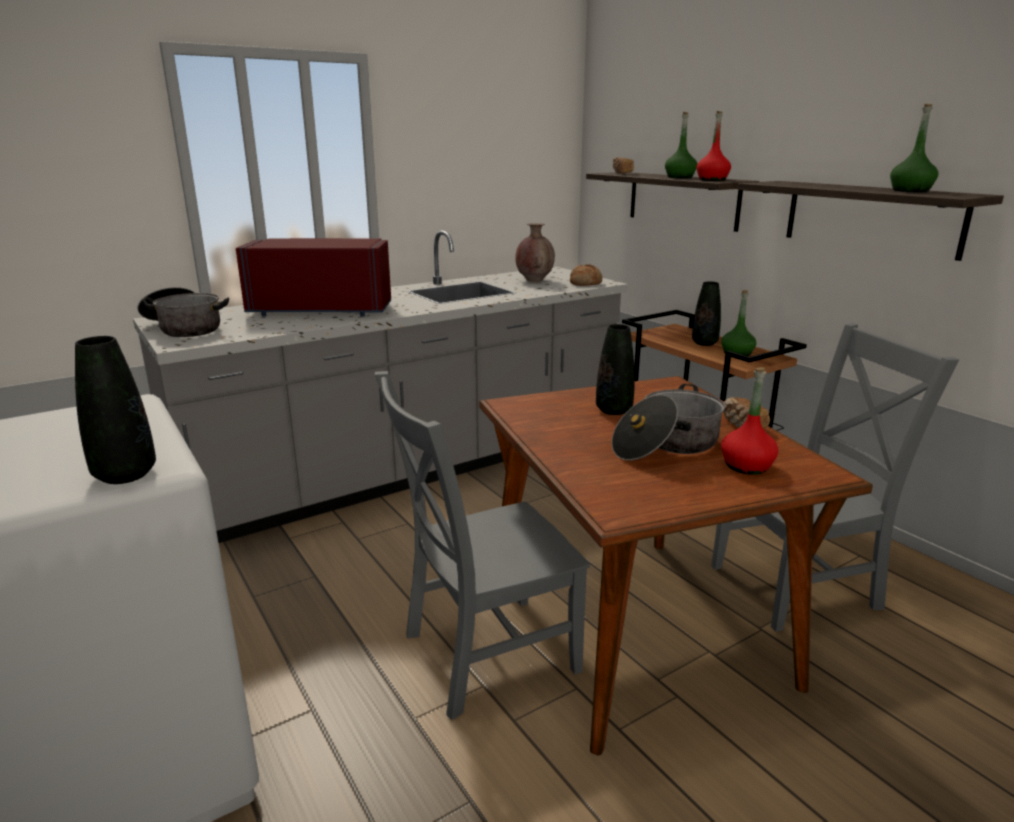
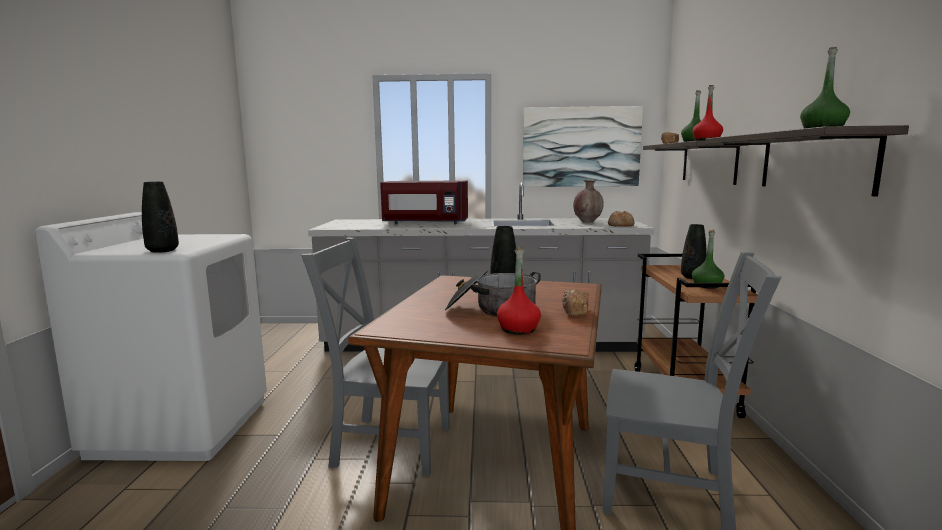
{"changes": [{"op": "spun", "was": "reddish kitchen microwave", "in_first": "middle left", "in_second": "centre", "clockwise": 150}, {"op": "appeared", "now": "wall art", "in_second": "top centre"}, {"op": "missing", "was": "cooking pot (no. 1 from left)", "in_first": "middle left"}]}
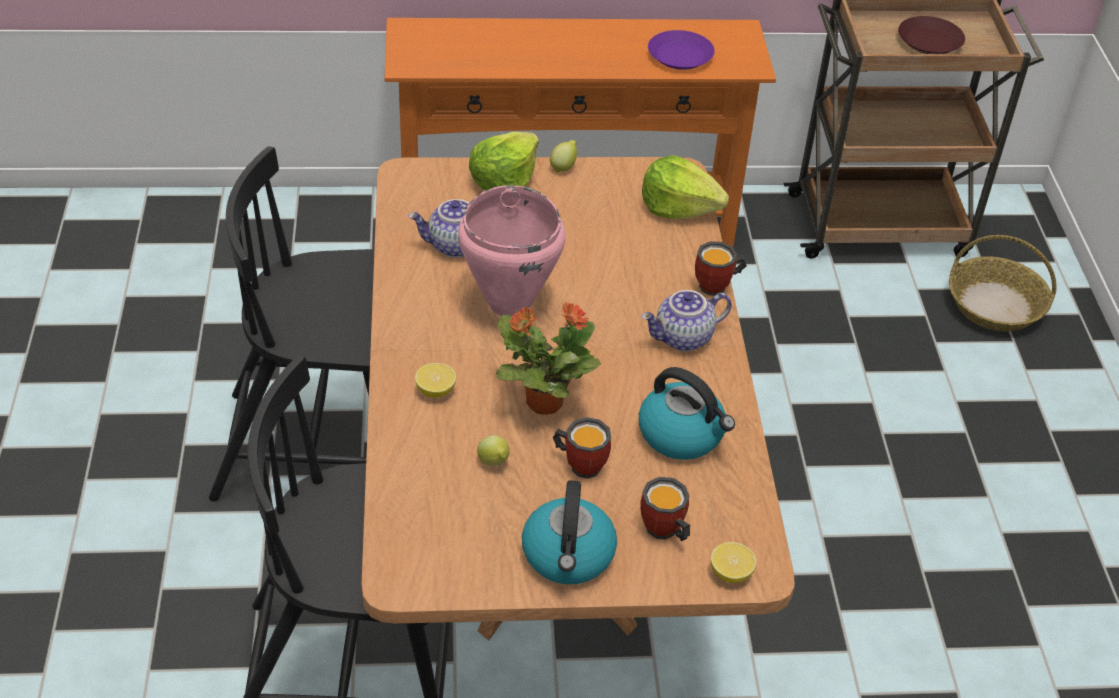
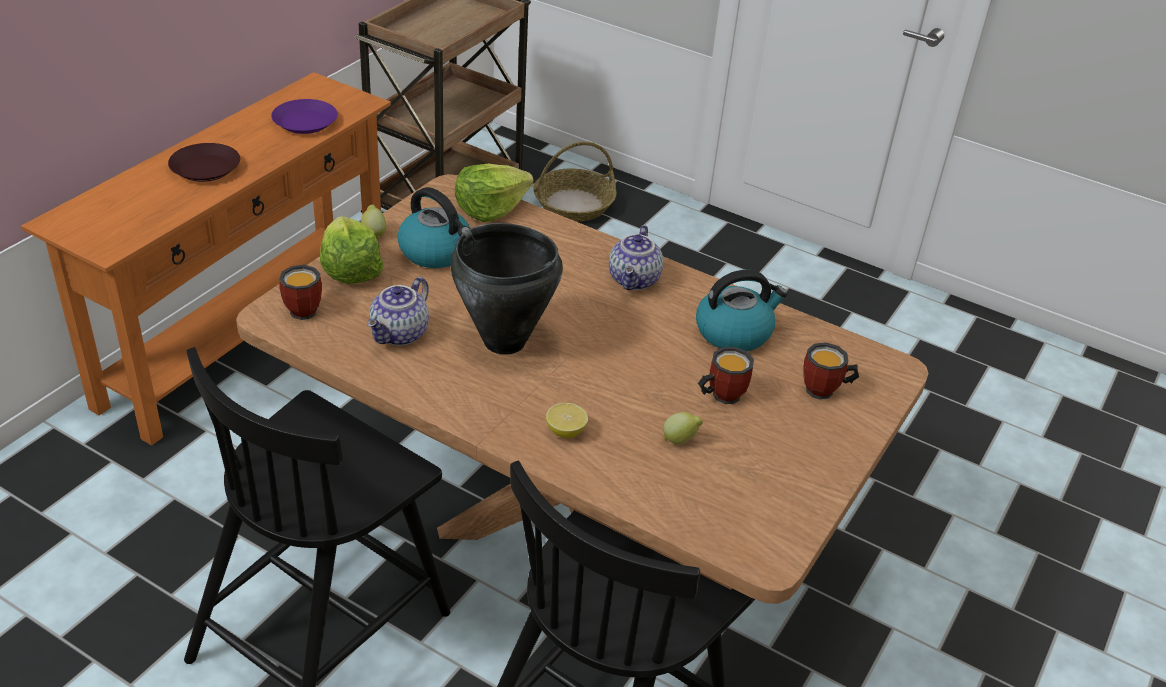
{"changes": [{"op": "relocated", "was": "brown-coloured flat dish", "in_first": "top right", "in_second": "top left"}, {"op": "relocated", "was": "tea mug (no. 3 from left in the first image)", "now": "tea mug (no. 1 from left)", "in_first": "centre", "in_second": "middle left"}, {"op": "relocated", "was": "kettle (no. 1 from left)", "in_first": "bottom centre", "in_second": "top centre"}, {"op": "colour", "was": "pinkish cooking pot", "now": "black cooking pot", "in_first": "centre", "in_second": "centre"}, {"op": "missing", "was": "houseplant", "in_first": "centre"}, {"op": "missing", "was": "citrus fruit (no. 4 from left)", "in_first": "bottom centre"}]}
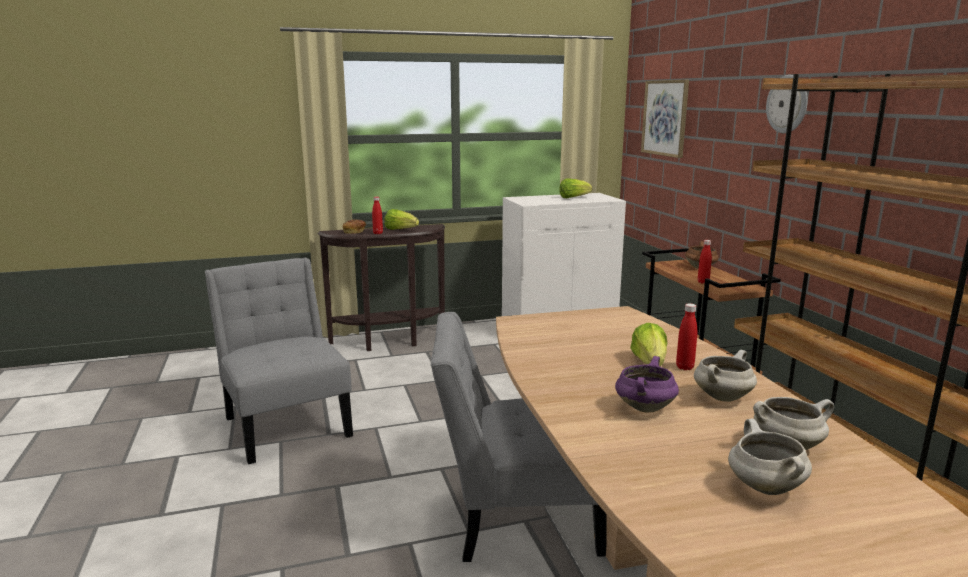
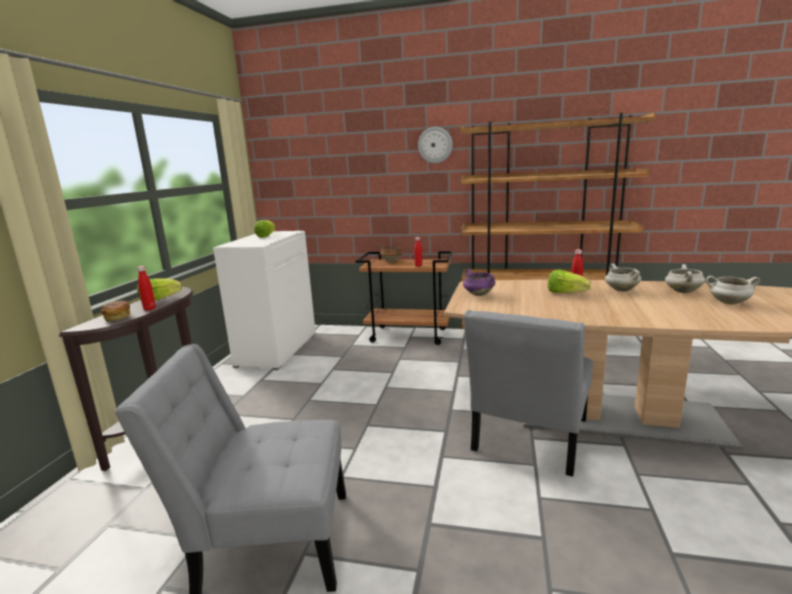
{"changes": [{"op": "relocated", "was": "purplish cooking pot", "in_first": "middle right", "in_second": "centre"}, {"op": "missing", "was": "wall art", "in_first": "top right"}]}
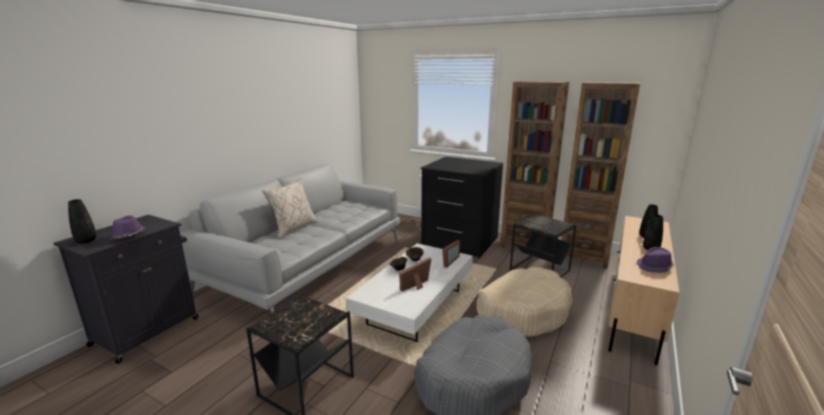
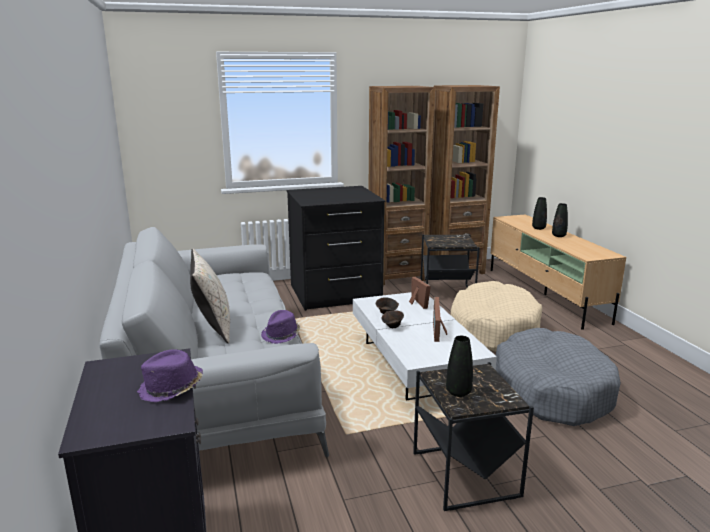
{"changes": [{"op": "relocated", "was": "purplish wearable hat (no. 2 from left)", "in_first": "middle right", "in_second": "centre"}, {"op": "relocated", "was": "black vase (no. 1 from left)", "in_first": "middle left", "in_second": "bottom centre"}]}
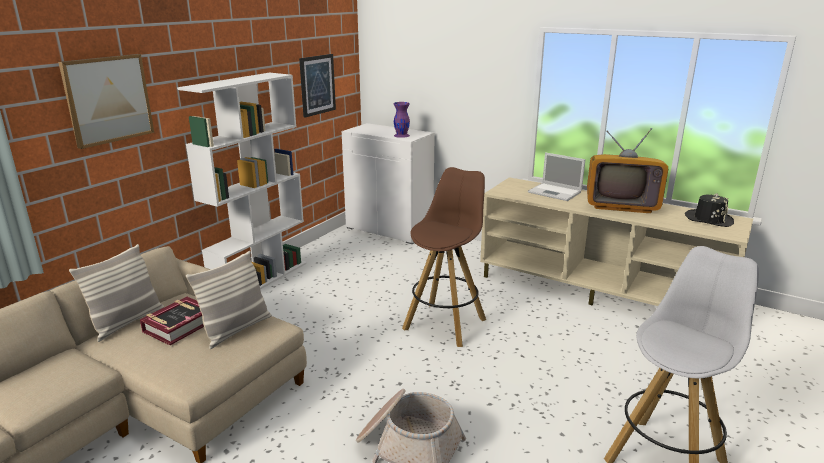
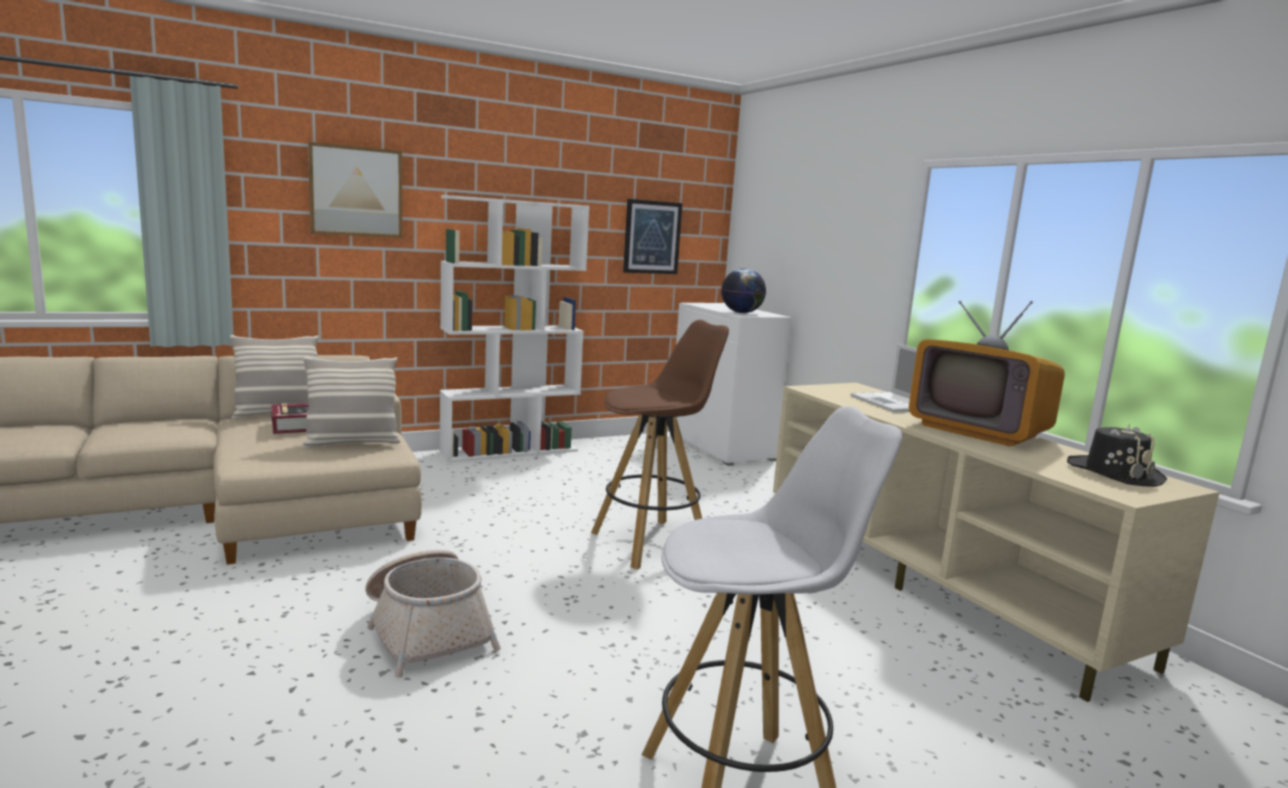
{"changes": [{"op": "exchanged", "was": "purplish vase", "now": "world globe", "in_first": "top centre", "in_second": "centre"}]}
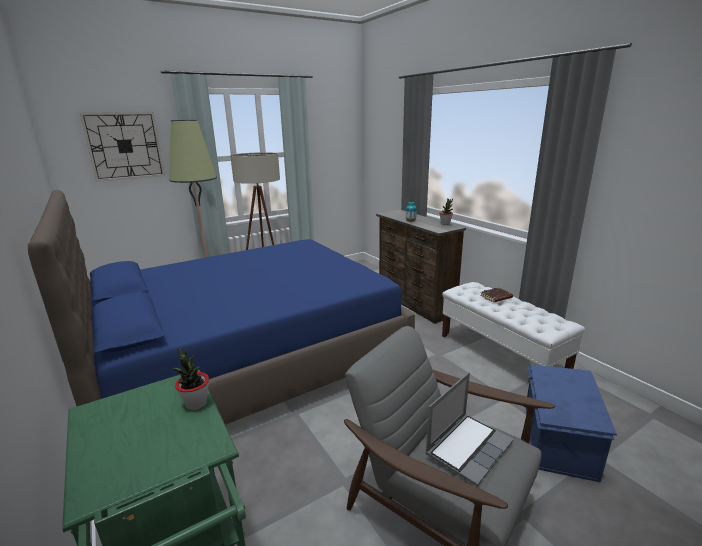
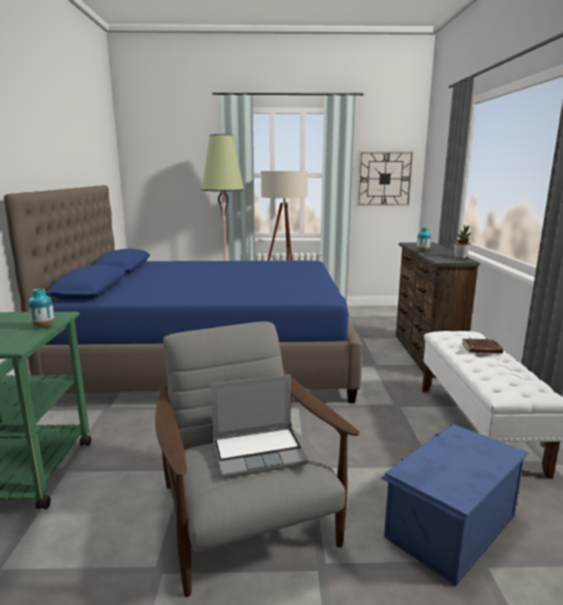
{"changes": [{"op": "exchanged", "was": "houseplant (no. 1 from left)", "now": "vase (no. 1 from left)", "in_first": "bottom left", "in_second": "middle left"}, {"op": "relocated", "was": "clock on the wall", "in_first": "top left", "in_second": "top right"}]}
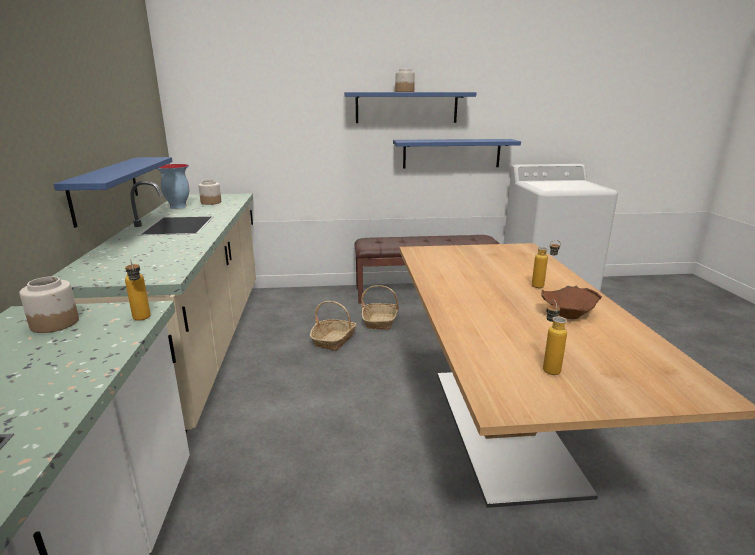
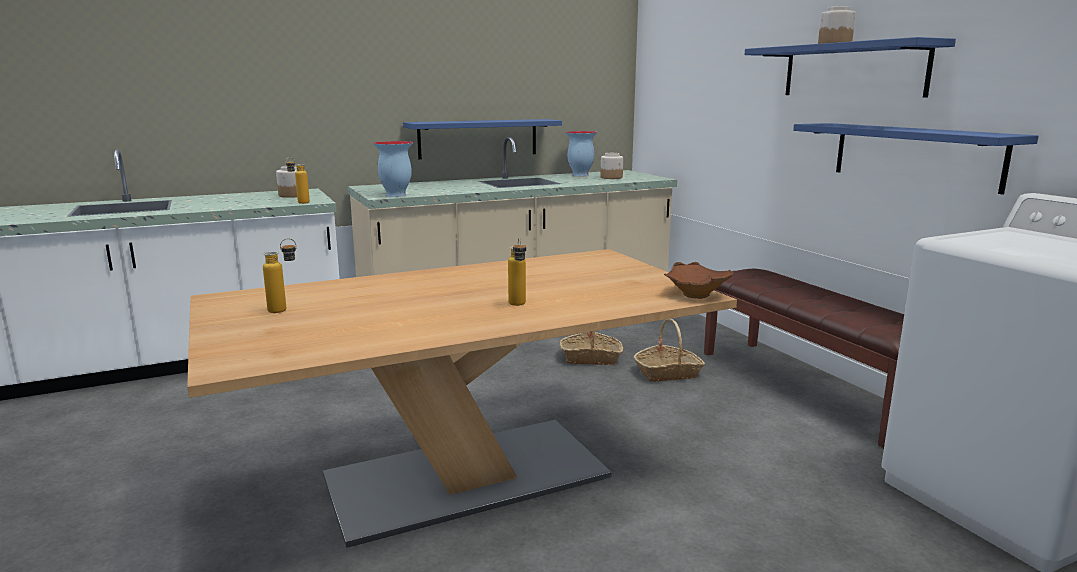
{"changes": [{"op": "appeared", "now": "vase (no. 1 from left)", "in_second": "top centre"}, {"op": "relocated", "was": "brown-coloured bowl", "in_first": "middle right", "in_second": "centre"}]}
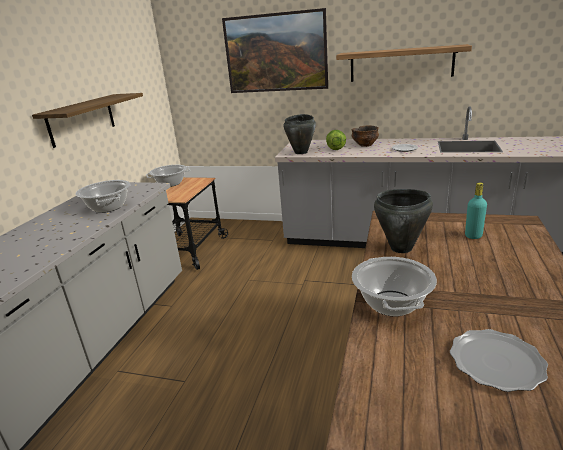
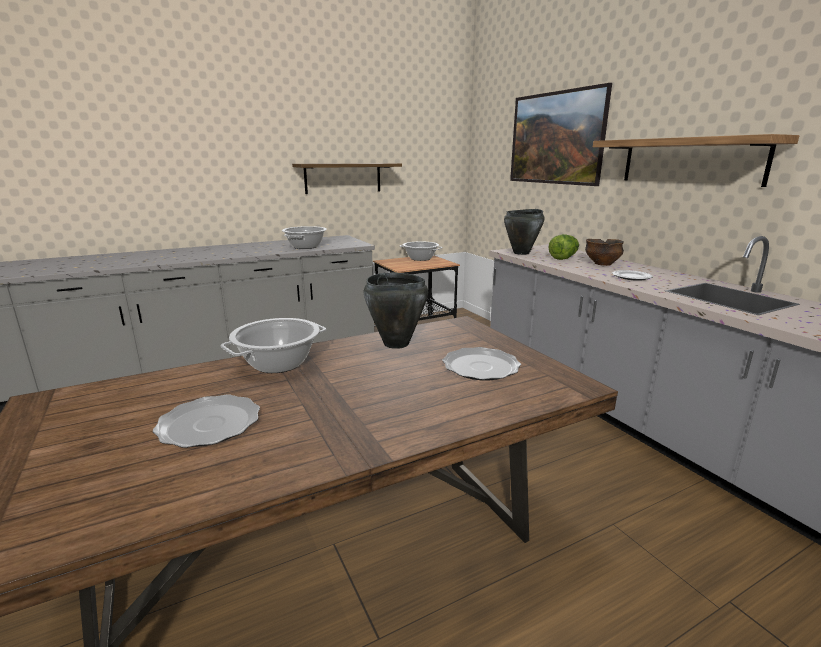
{"changes": [{"op": "exchanged", "was": "turquoise-coloured drink bottle", "now": "flat dish (no. 2 from left)", "in_first": "middle right", "in_second": "centre"}]}
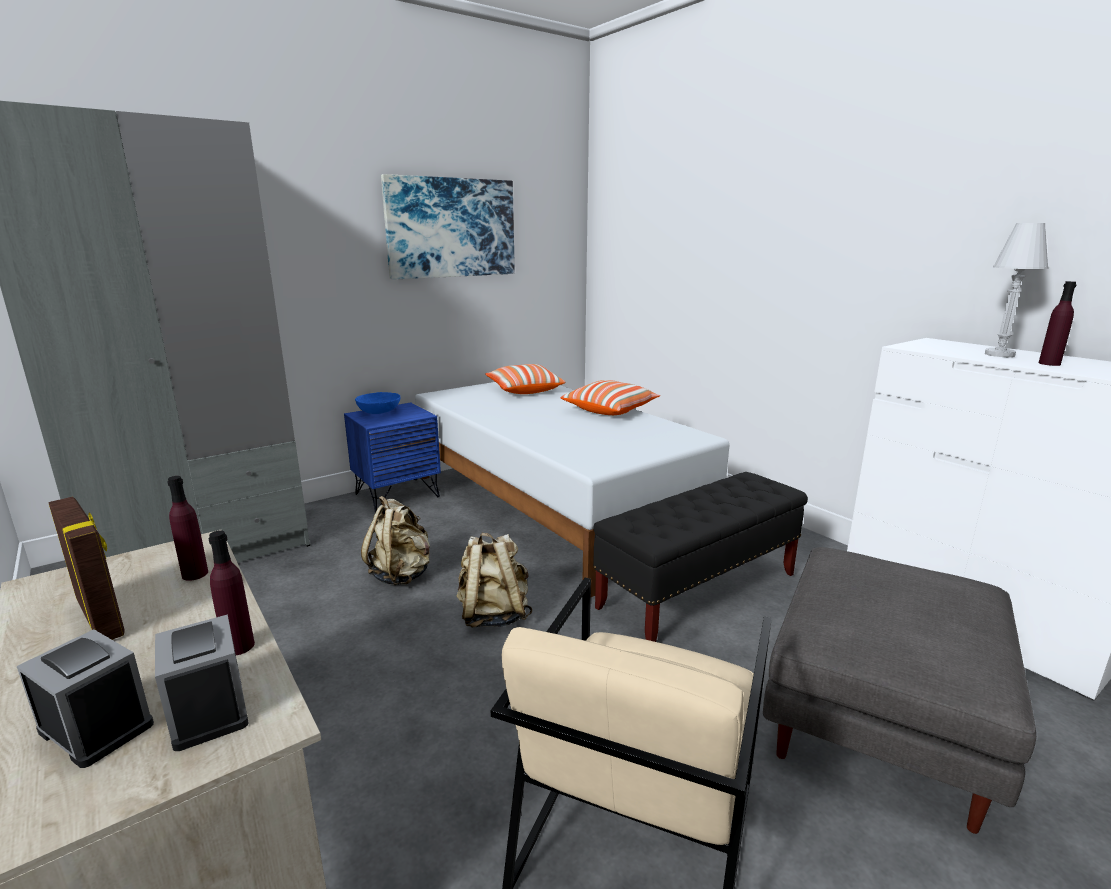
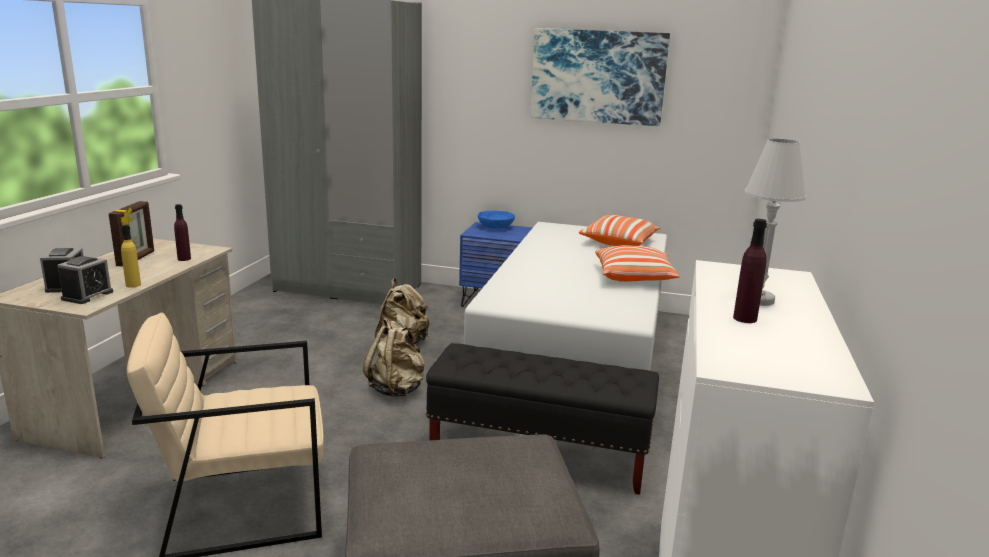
{"changes": [{"op": "colour", "was": "purplish drink bottle (no. 2 from left)", "now": "yellow drink bottle", "in_first": "middle left", "in_second": "middle left"}]}
